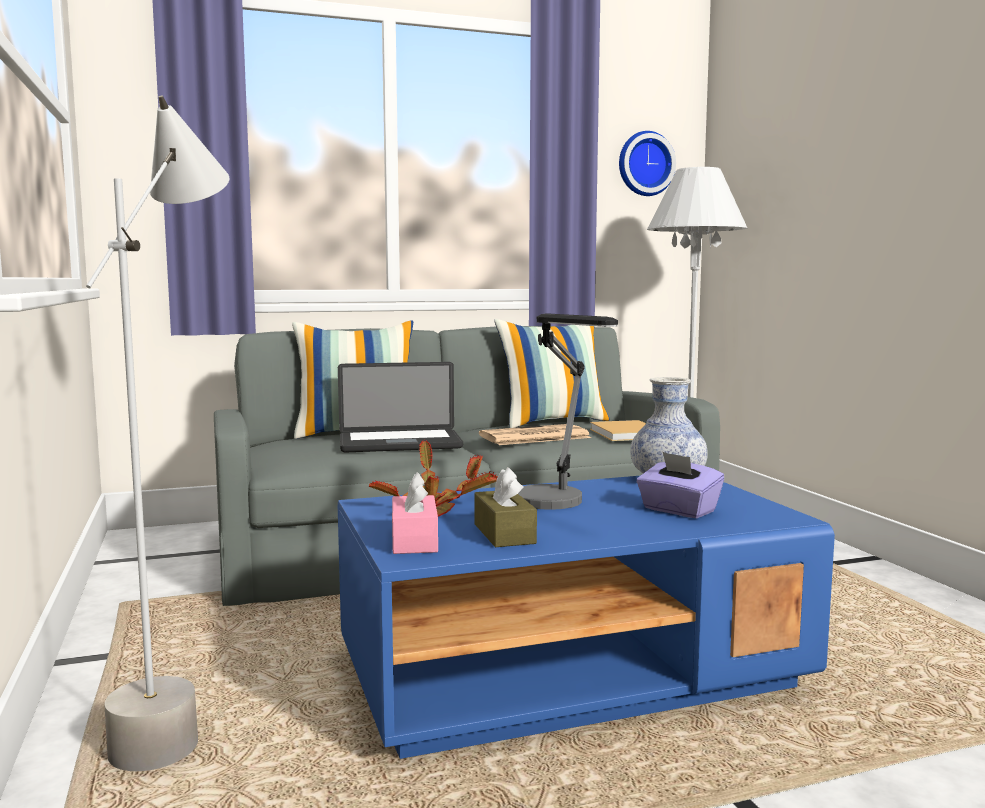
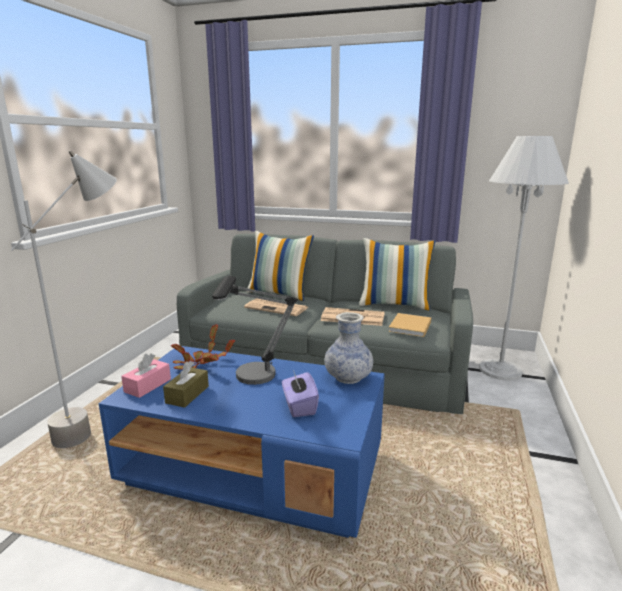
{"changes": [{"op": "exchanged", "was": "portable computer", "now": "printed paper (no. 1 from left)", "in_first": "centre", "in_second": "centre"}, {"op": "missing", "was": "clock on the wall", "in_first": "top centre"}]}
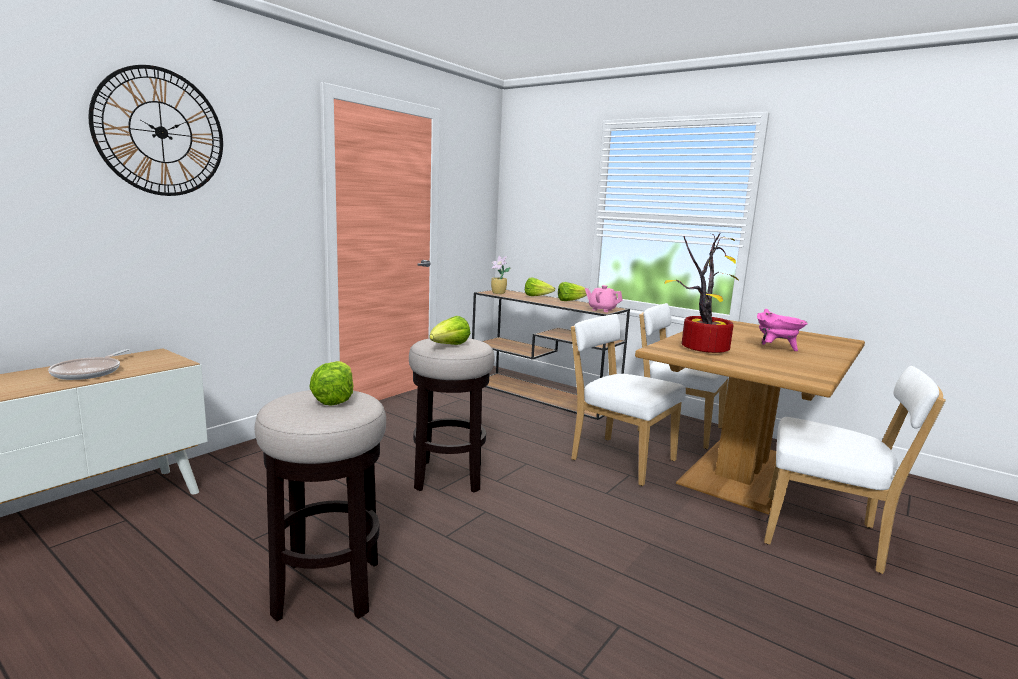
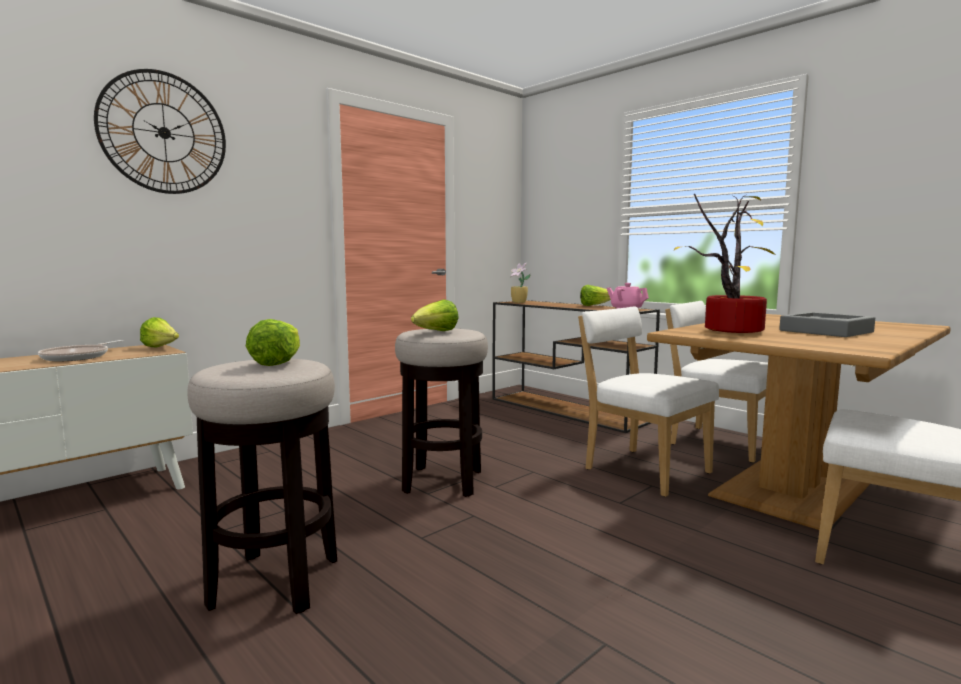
{"changes": [{"op": "relocated", "was": "lettuce head (no. 3 from left in the first image)", "now": "lettuce head (no. 1 from left)", "in_first": "centre", "in_second": "middle left"}, {"op": "exchanged", "was": "pinkish cooking pot", "now": "greyish tray", "in_first": "middle right", "in_second": "middle right"}]}
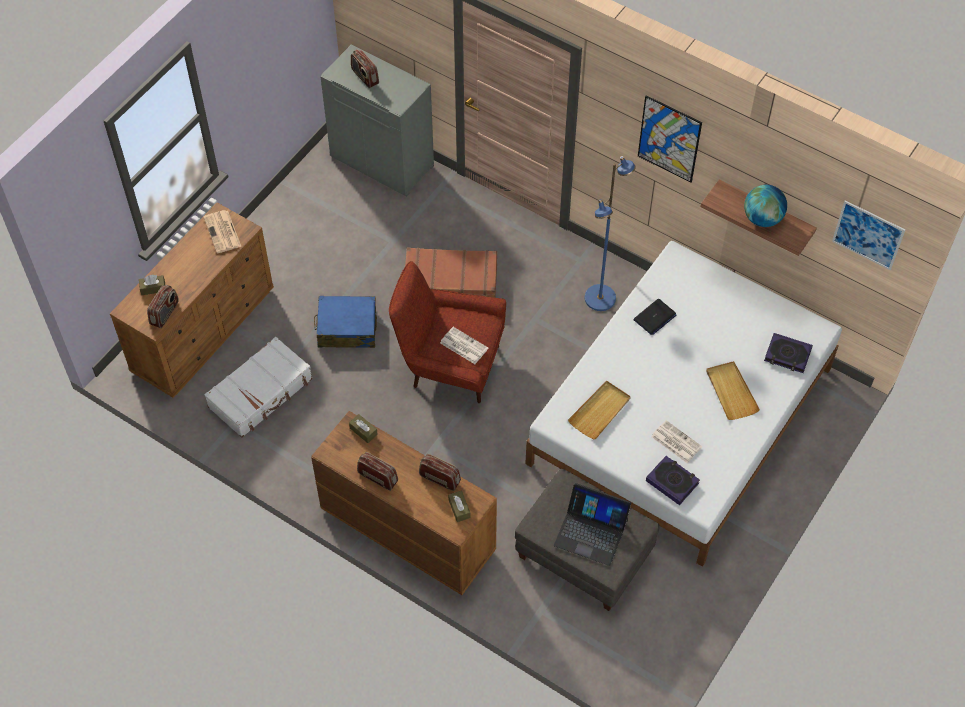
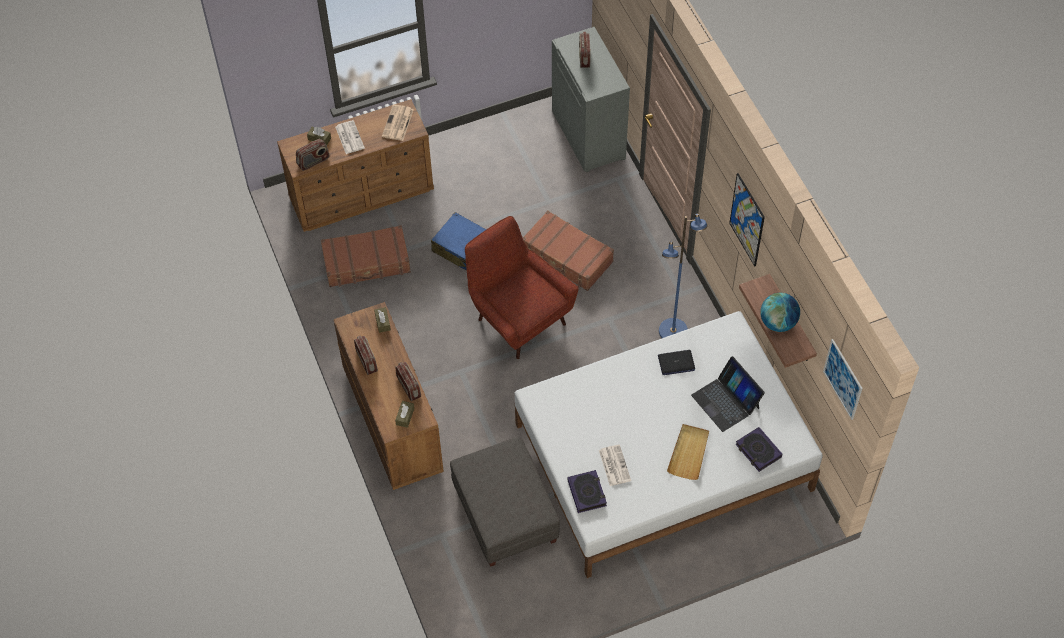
{"changes": [{"op": "colour", "was": "white travel case", "now": "brown-coloured travel case (no. 1 from left)", "in_first": "middle left", "in_second": "centre"}, {"op": "relocated", "was": "printed paper (no. 2 from left in the first image)", "now": "printed paper (no. 1 from left)", "in_first": "centre", "in_second": "top left"}, {"op": "relocated", "was": "portable computer (no. 1 from left in the first image)", "now": "portable computer (no. 2 from left)", "in_first": "bottom centre", "in_second": "middle right"}, {"op": "missing", "was": "sand-coloured tray (no. 1 from left)", "in_first": "centre"}]}
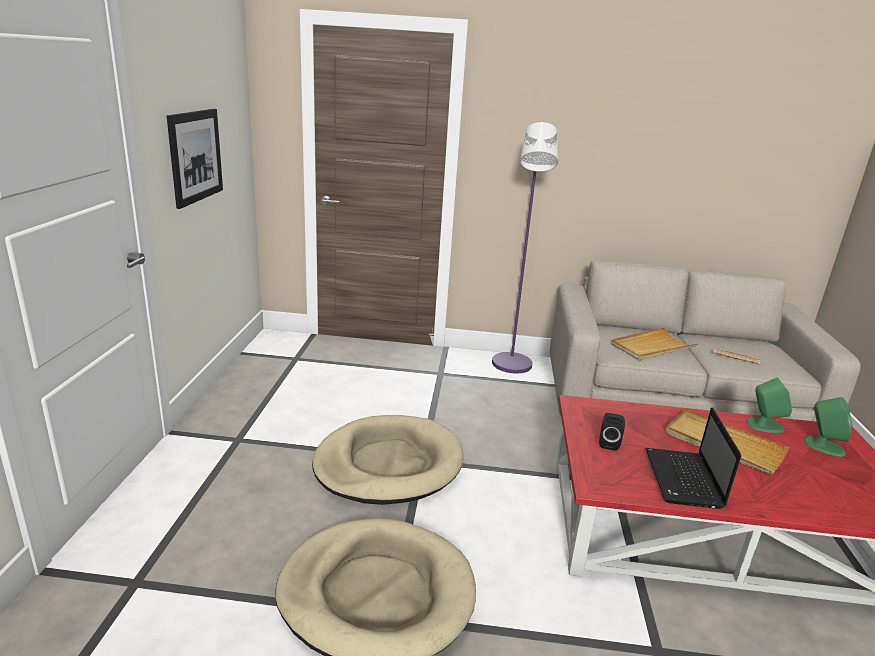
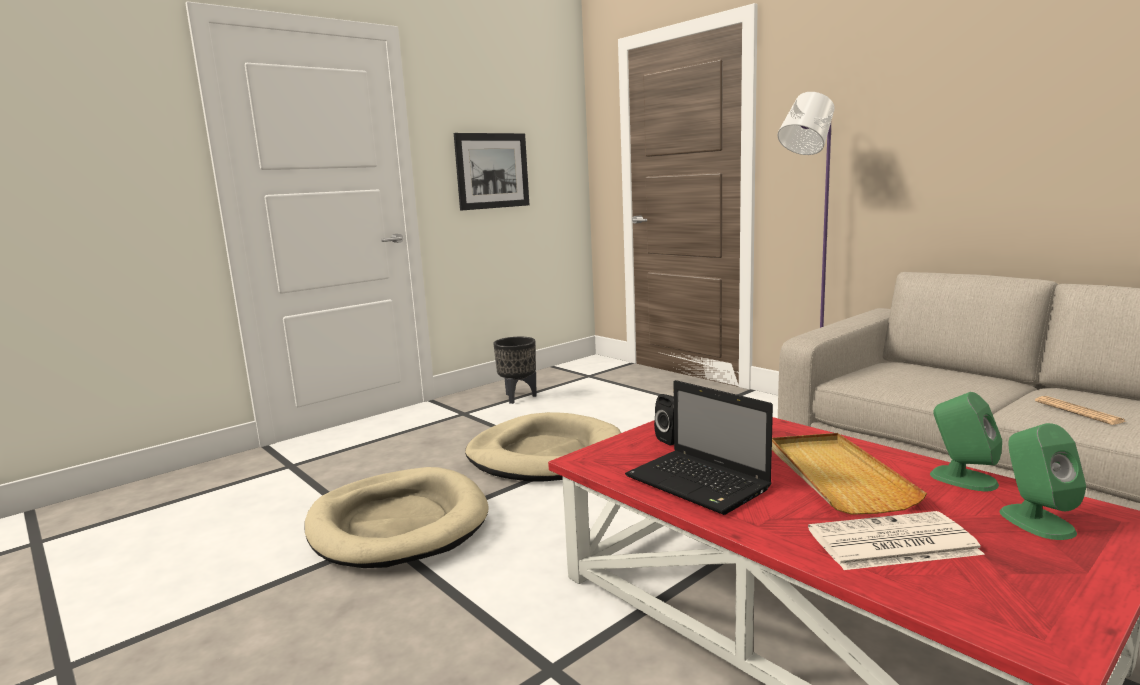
{"changes": [{"op": "appeared", "now": "black flower pot", "in_second": "centre"}, {"op": "spun", "was": "portable computer", "in_first": "bottom right", "in_second": "centre", "clockwise": -90}, {"op": "appeared", "now": "printed paper (no. 1 from left)", "in_second": "bottom right"}, {"op": "missing", "was": "sand-coloured tray (no. 1 from left)", "in_first": "middle right"}]}
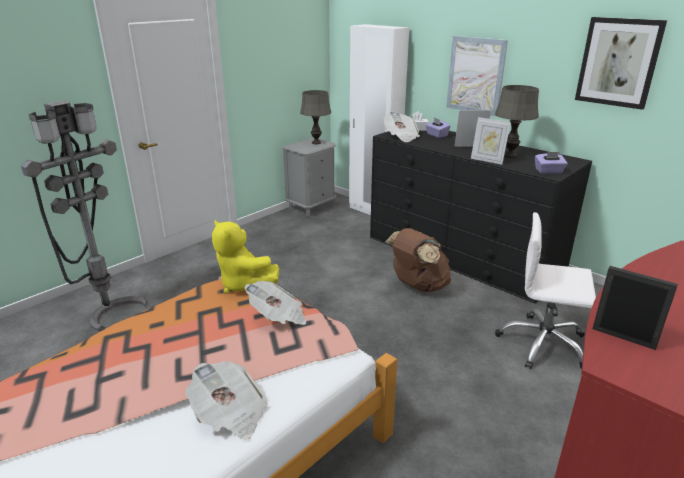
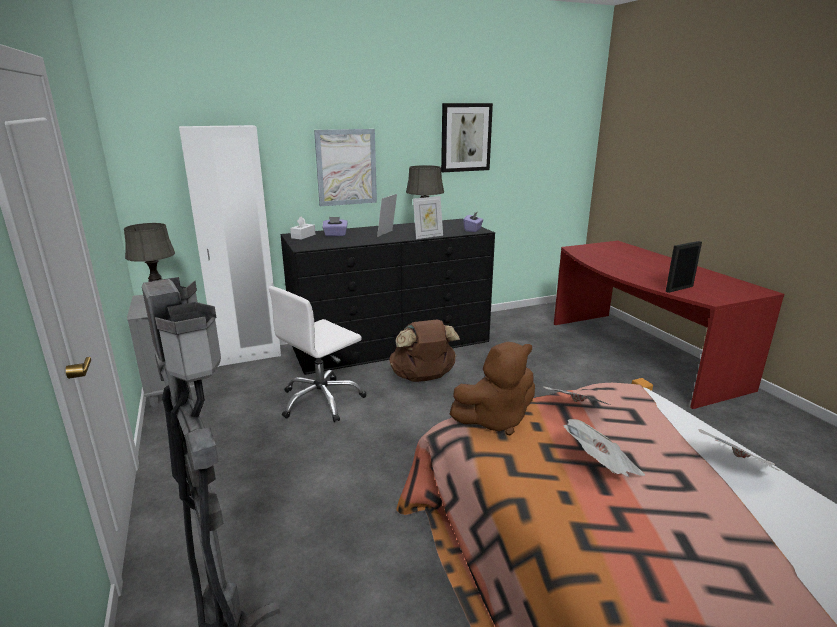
{"changes": [{"op": "relocated", "was": "white desk chair", "in_first": "middle right", "in_second": "centre"}, {"op": "colour", "was": "yellow soft toy", "now": "brown-coloured soft toy", "in_first": "centre", "in_second": "centre"}, {"op": "relocated", "was": "printed paper (no. 3 from left in the first image)", "now": "printed paper (no. 2 from left)", "in_first": "top centre", "in_second": "bottom right"}]}
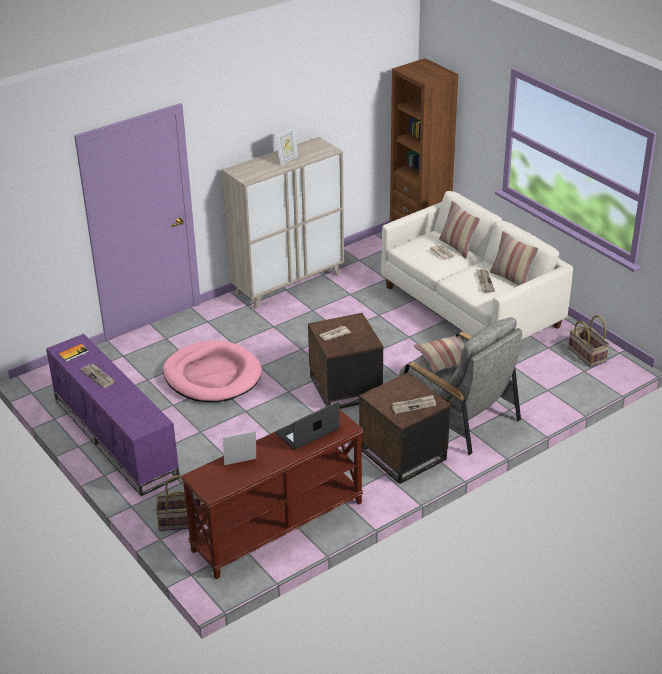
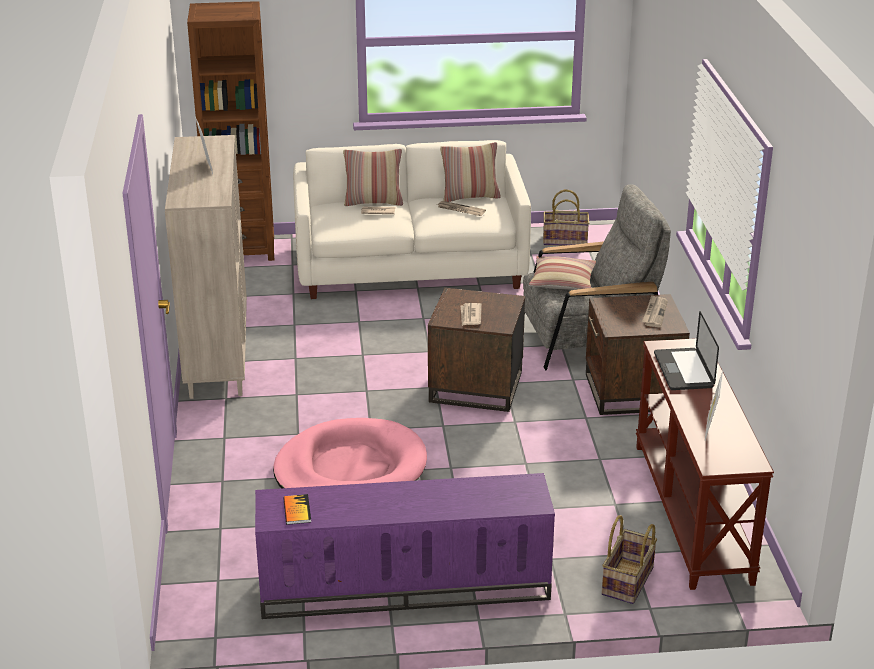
{"changes": [{"op": "missing", "was": "printed paper (no. 1 from left)", "in_first": "middle left"}]}
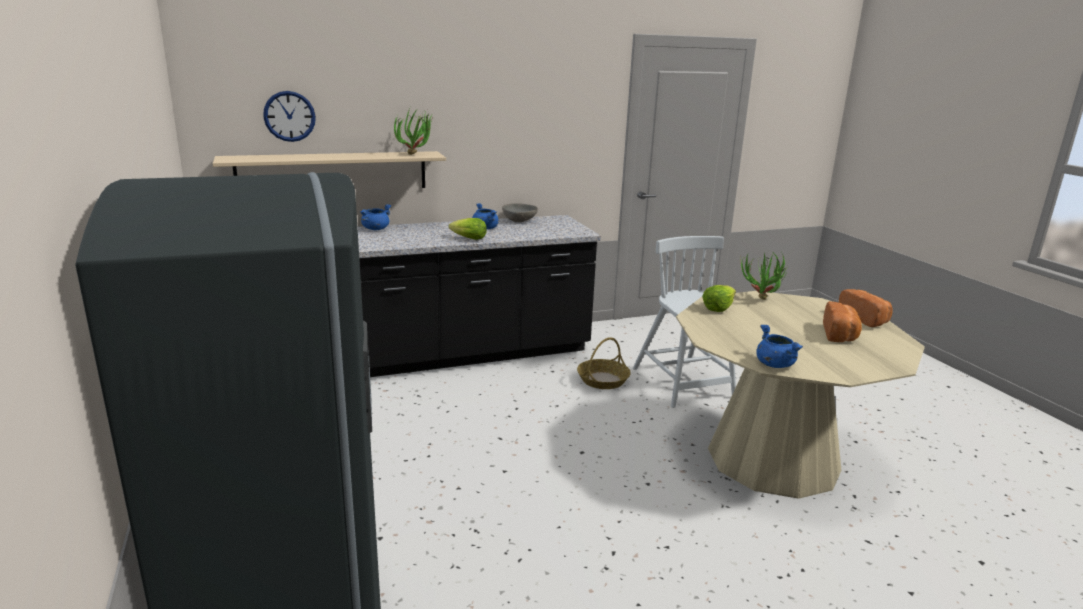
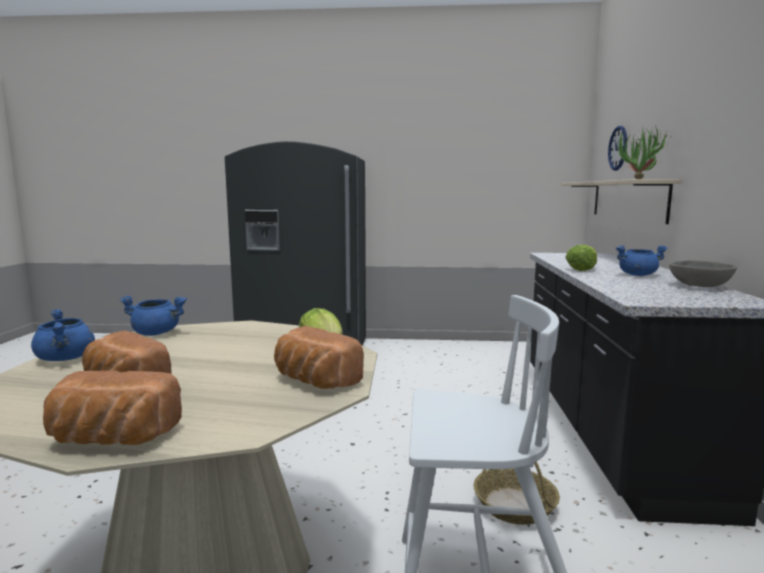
{"changes": [{"op": "relocated", "was": "blue-coloured cooking pot (no. 1 from left)", "in_first": "centre", "in_second": "middle left"}, {"op": "exchanged", "was": "houseplant (no. 2 from left)", "now": "baked bread (no. 3 from left)", "in_first": "middle right", "in_second": "centre"}]}
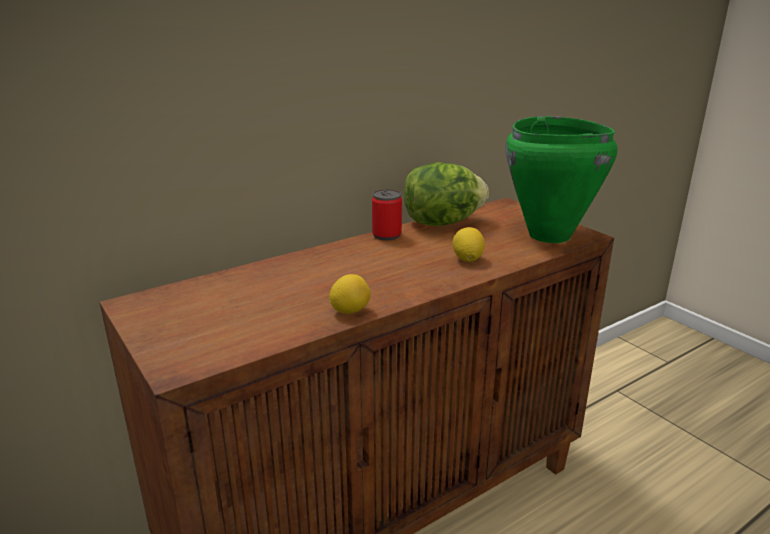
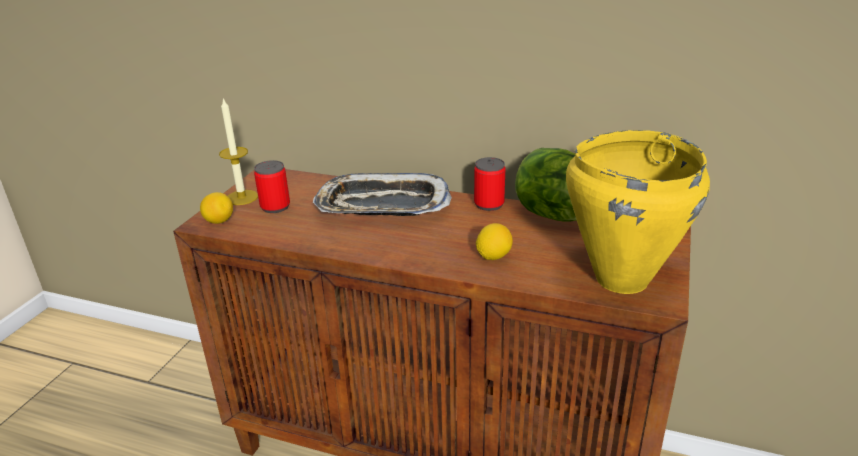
{"changes": [{"op": "relocated", "was": "citrus fruit (no. 1 from left)", "in_first": "centre", "in_second": "middle left"}, {"op": "appeared", "now": "wax light", "in_second": "top left"}, {"op": "appeared", "now": "metal can (no. 1 from left)", "in_second": "middle left"}, {"op": "appeared", "now": "tray", "in_second": "centre"}, {"op": "colour", "was": "green-coloured cooking pot", "now": "yellow cooking pot", "in_first": "middle right", "in_second": "middle right"}]}
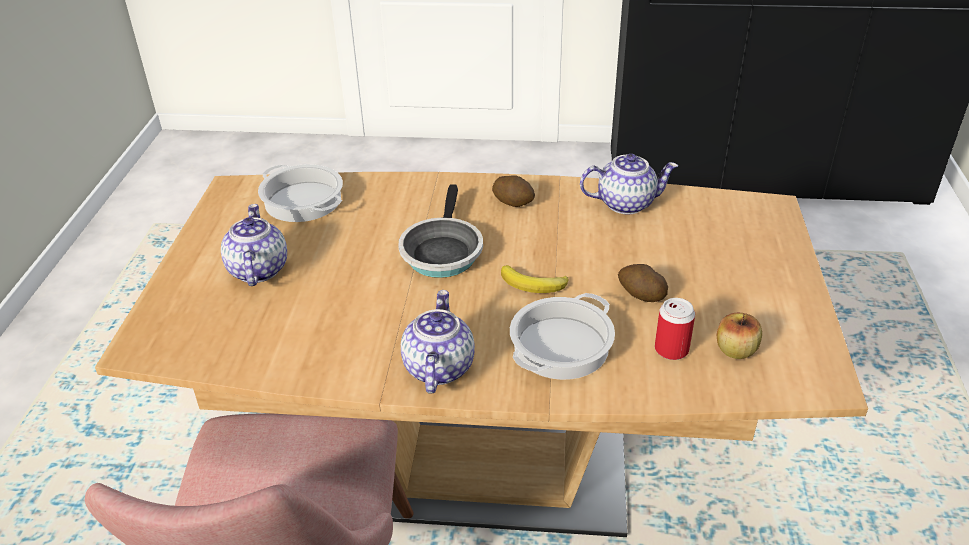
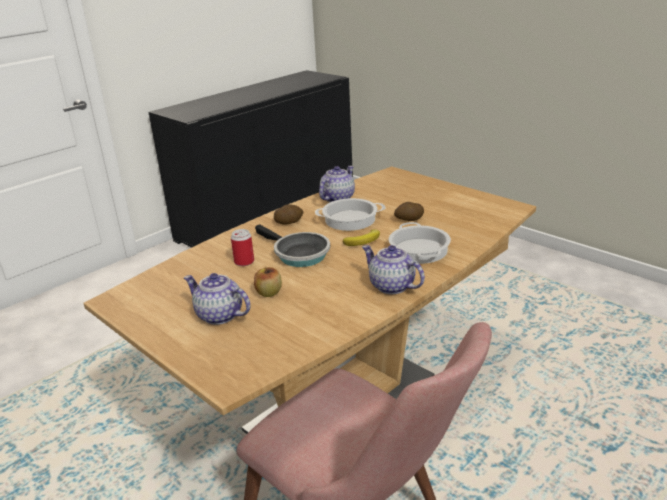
{"changes": [{"op": "relocated", "was": "metal can", "in_first": "middle right", "in_second": "centre"}, {"op": "relocated", "was": "apple fruit", "in_first": "middle right", "in_second": "centre"}, {"op": "relocated", "was": "cooking pot (no. 1 from left)", "in_first": "middle left", "in_second": "centre"}]}
